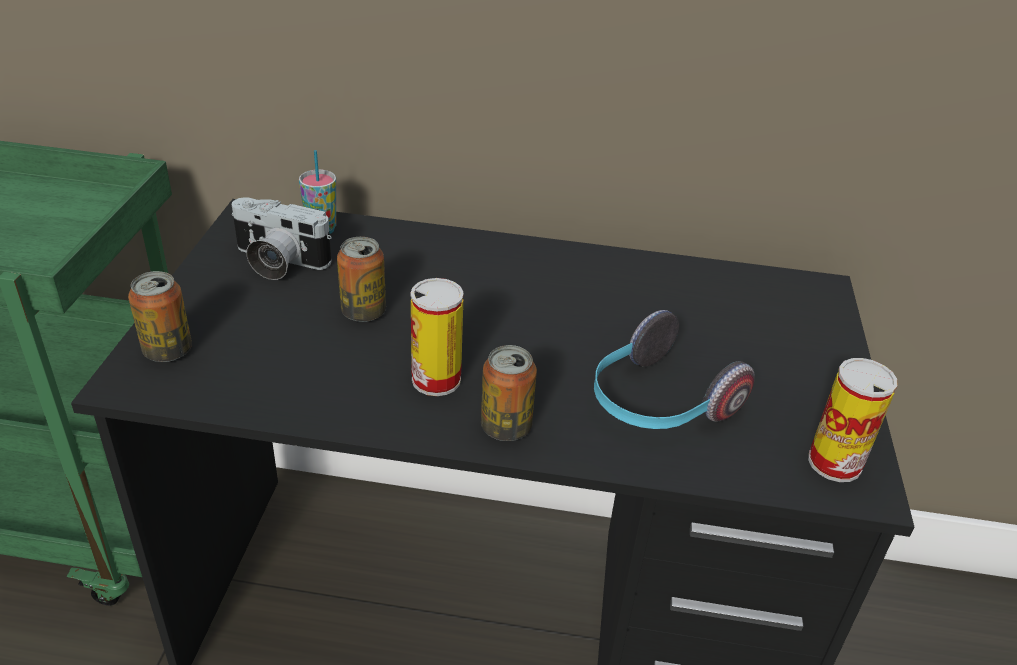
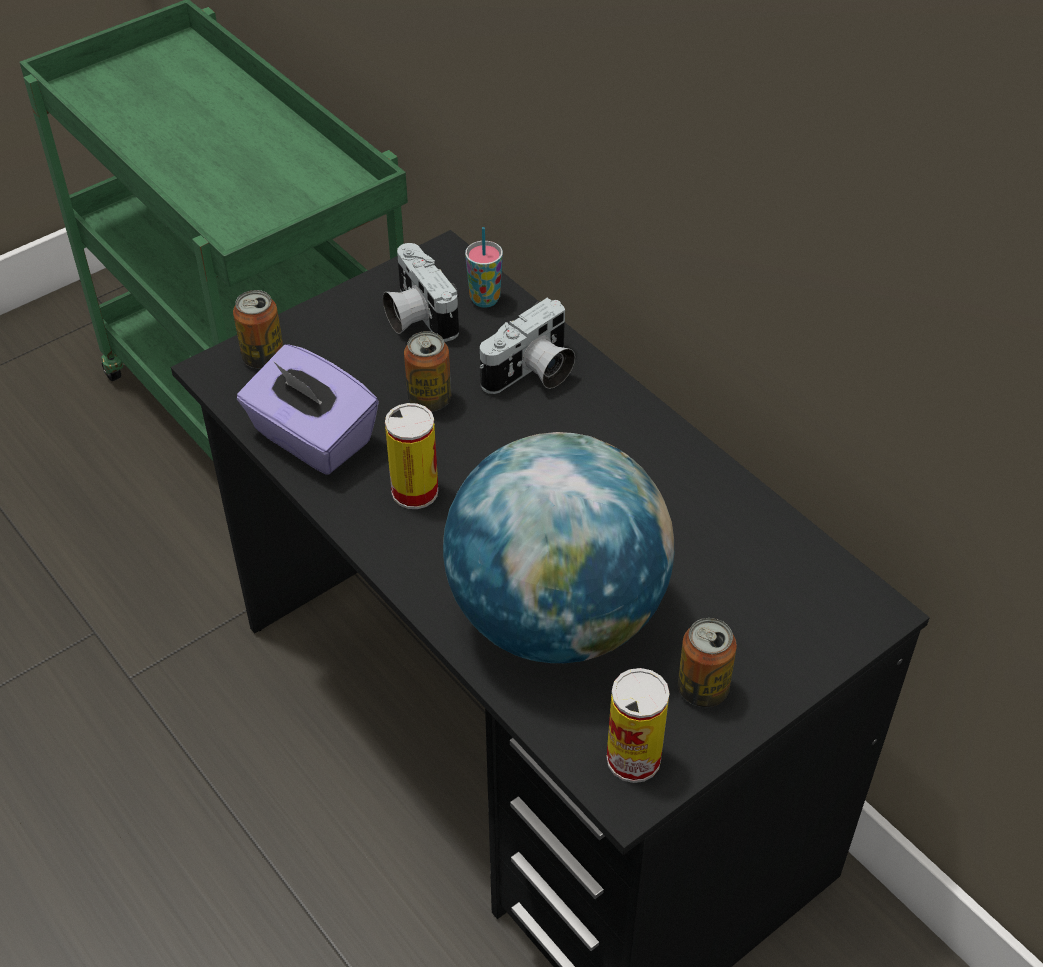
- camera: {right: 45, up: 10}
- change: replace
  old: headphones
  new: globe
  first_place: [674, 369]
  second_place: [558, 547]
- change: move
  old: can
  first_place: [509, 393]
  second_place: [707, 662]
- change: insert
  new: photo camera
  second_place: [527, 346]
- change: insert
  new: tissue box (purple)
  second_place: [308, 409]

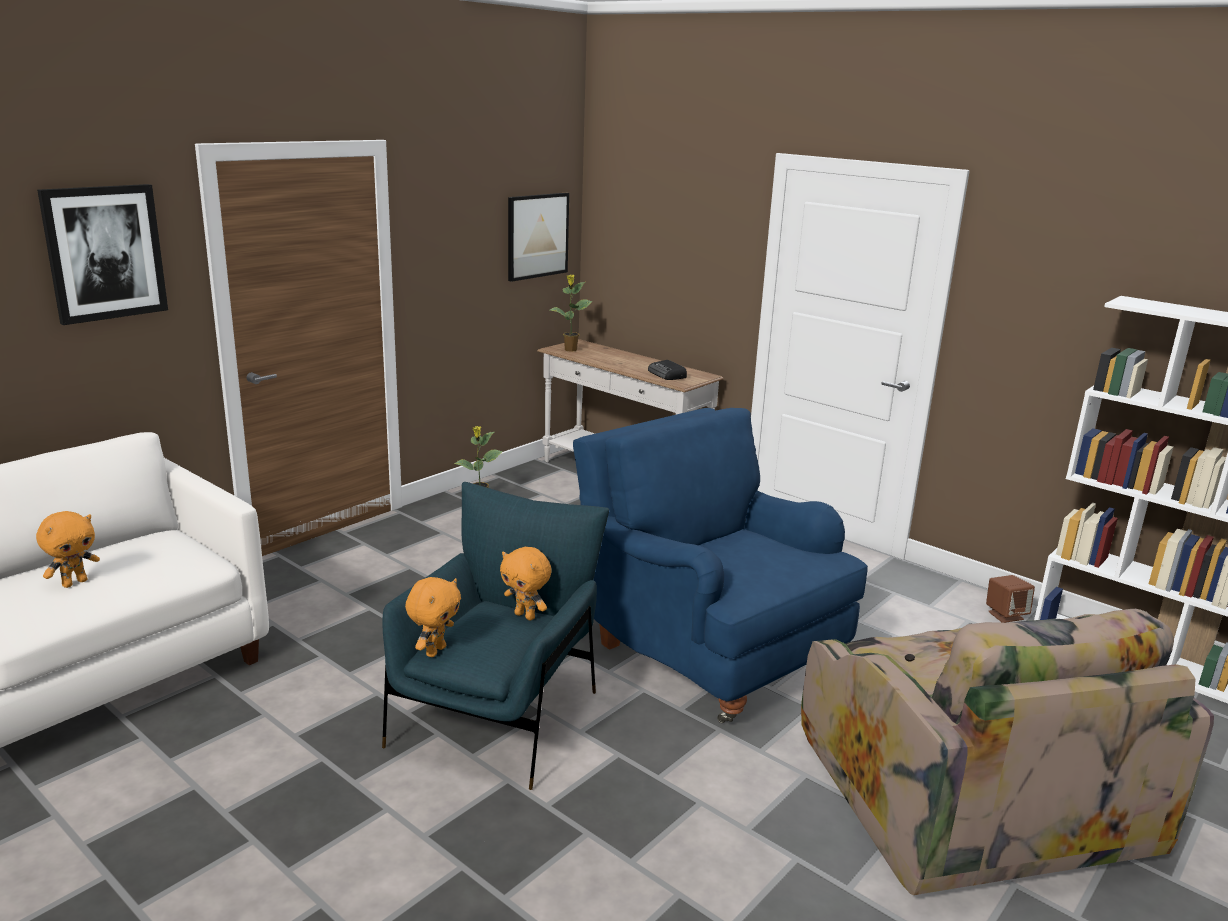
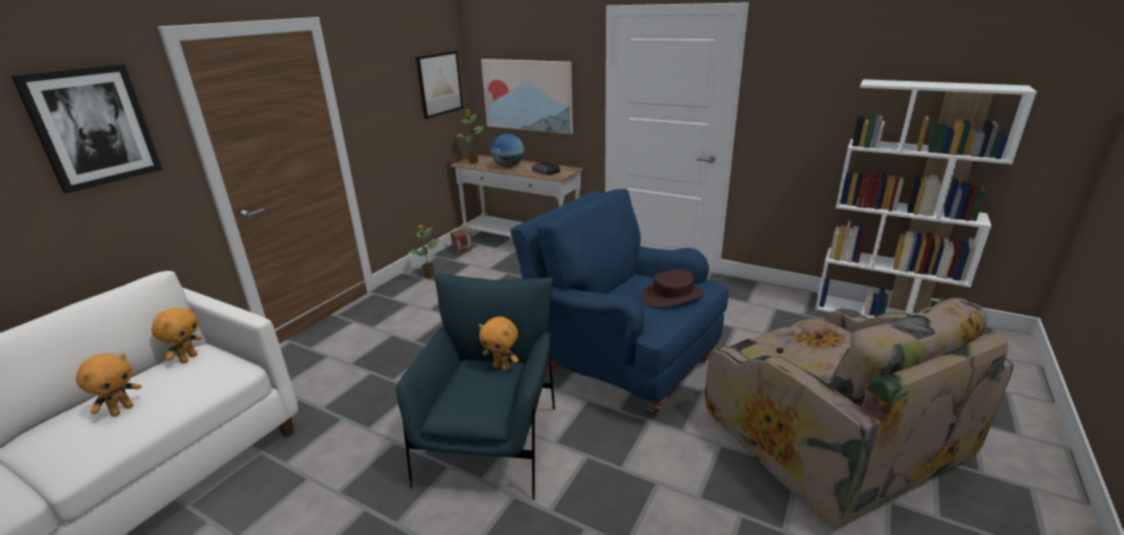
- camera: {right: -10, up: 5}
- change: move
  old: speaker (brown)
  first_place: [1010, 599]
  second_place: [461, 241]
- change: move
  old: plush toy (orange)
  first_place: [433, 617]
  second_place: [176, 335]
- change: insert
  new: picture
  second_place: [527, 96]
- change: insert
  new: globe
  second_place: [507, 150]
- change: insert
  new: hat (brown)
  second_place: [672, 288]

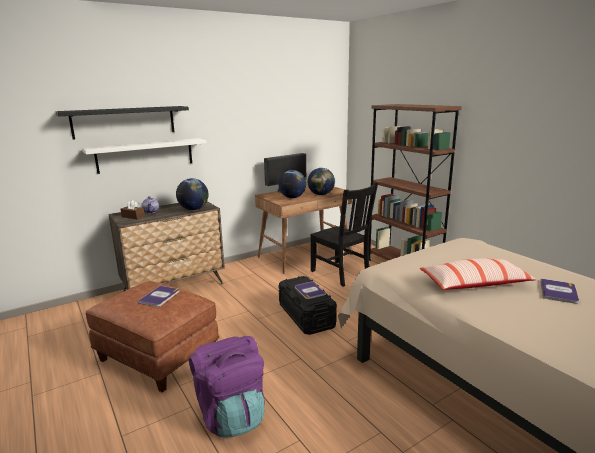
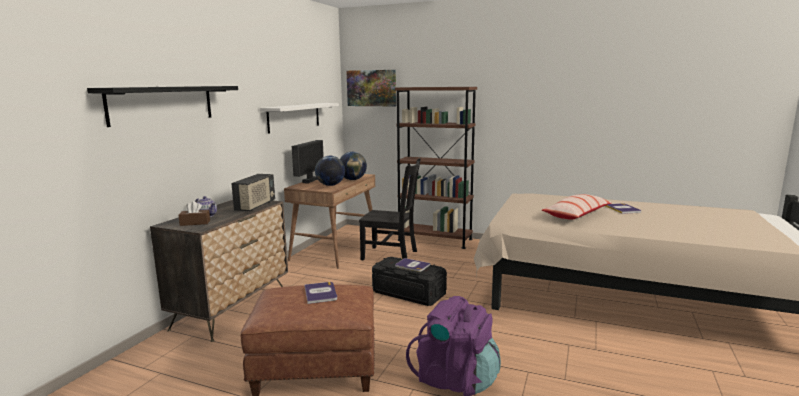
- camera: {right: -35, up: -5}
- change: move
  old: shelf (white)
  first_place: [144, 156]
  second_place: [299, 118]
- change: replace
  old: globe
  new: radio
  first_place: [192, 194]
  second_place: [253, 192]
- change: insert
  new: picture
  second_place: [371, 88]

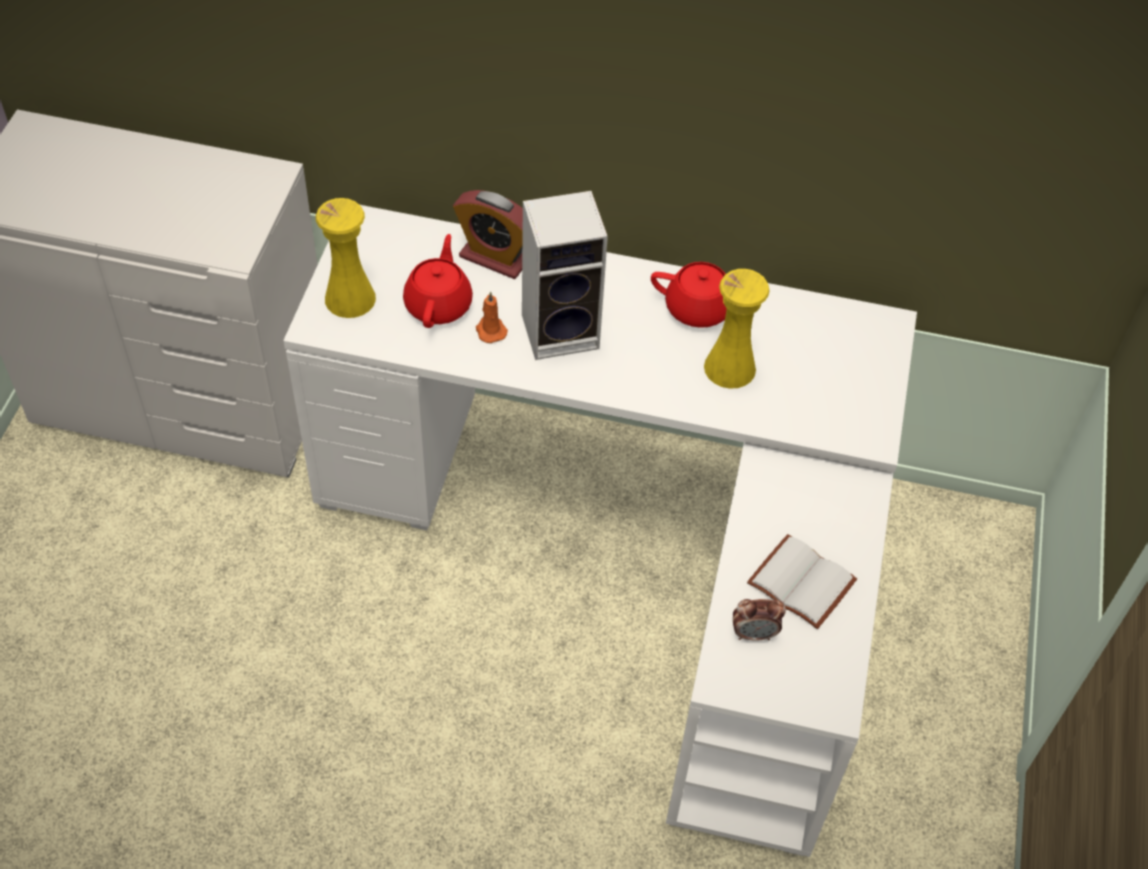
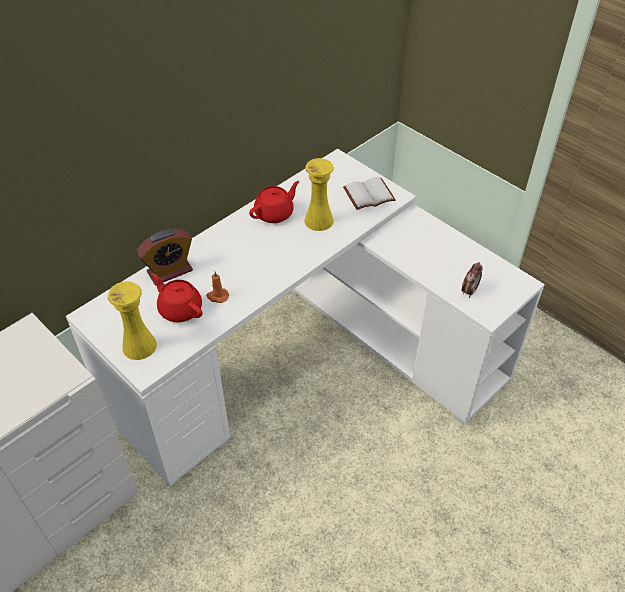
- camera: {right: -55, up: -5}
- change: delete
  old: speaker
  first_place: [565, 275]
- change: move
  old: book (white)
  first_place: [802, 581]
  second_place: [369, 193]

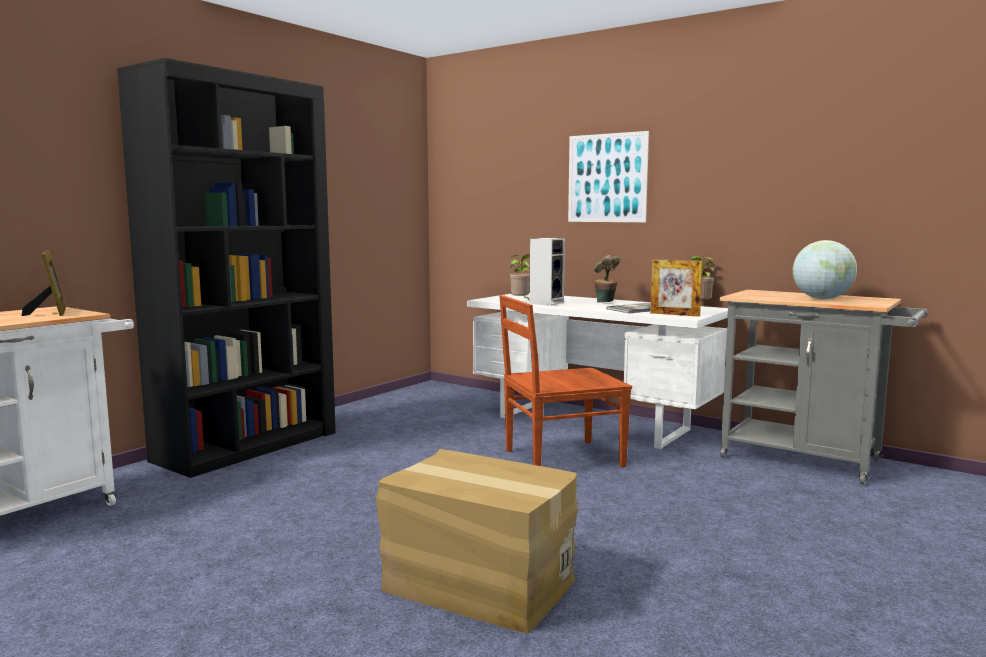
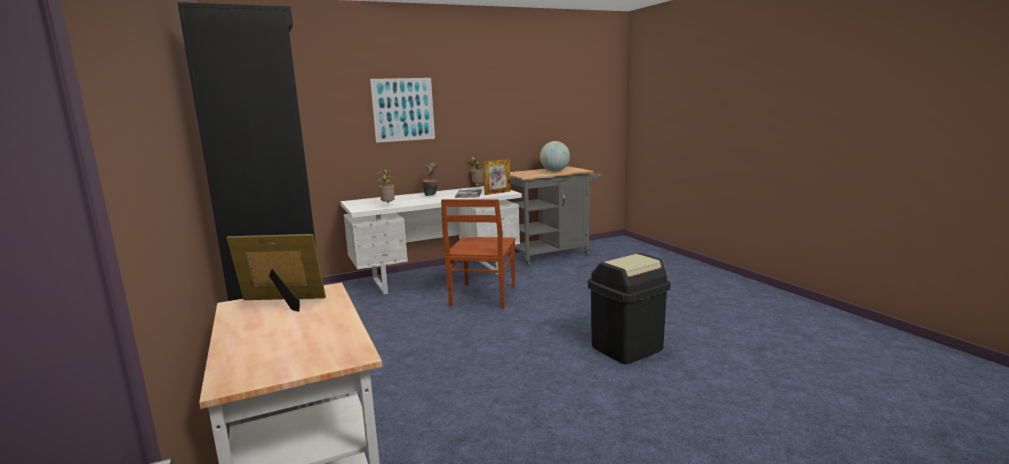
- camera: {right: -60, up: 5}
- change: delete
  old: speaker
  first_place: [547, 272]
- change: replace
  old: cardboard box
  new: trash can (black)
  first_place: [477, 541]
  second_place: [629, 308]

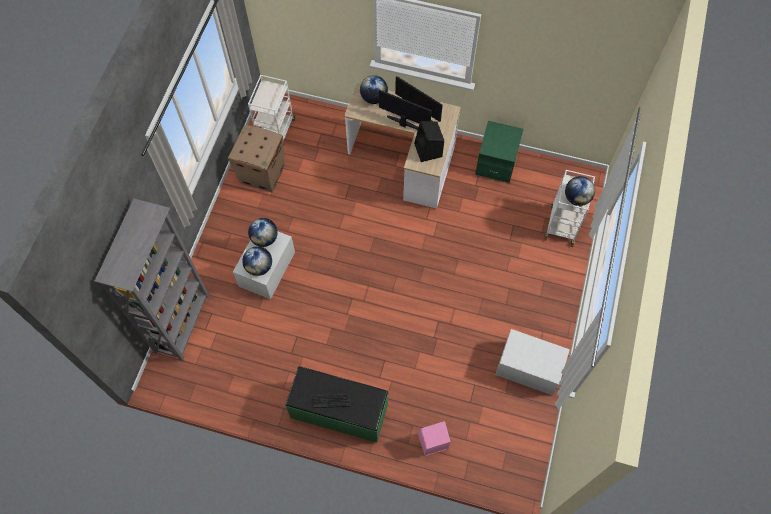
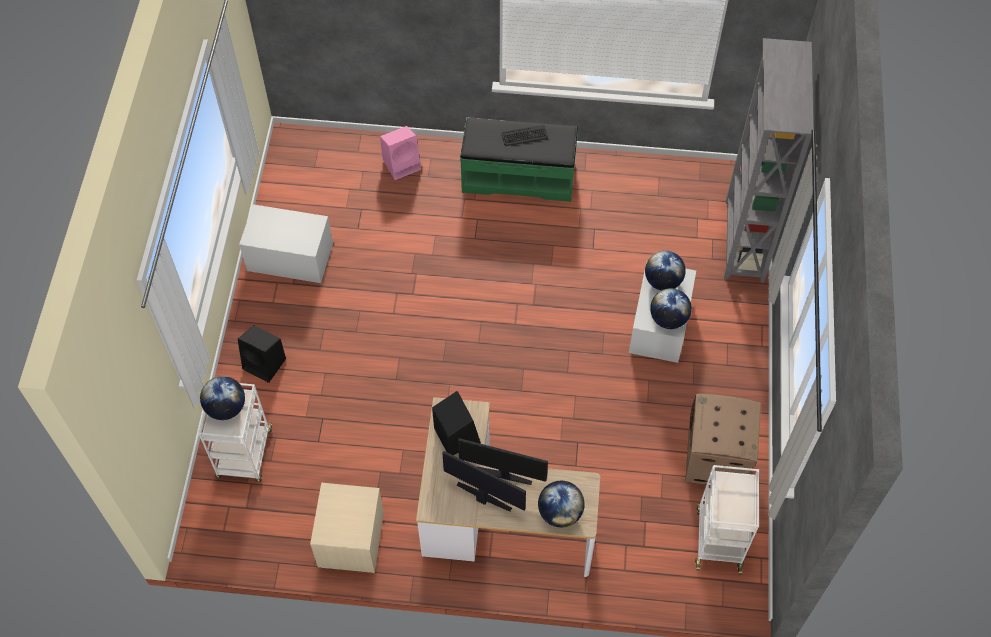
- camera: {right: 170, up: -5}
- change: recolor
  old: nightstand (green)
  new: nightstand (beige)
  first_place: [499, 152]
  second_place: [347, 528]
- change: insert
  new: speaker (black)
  second_place: [262, 354]

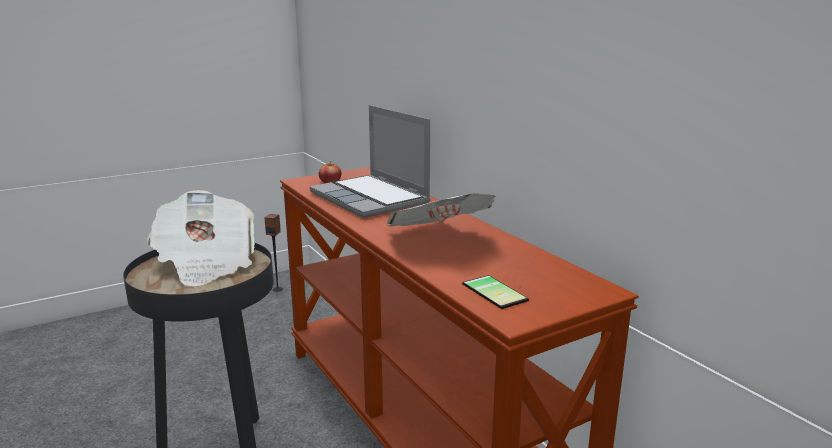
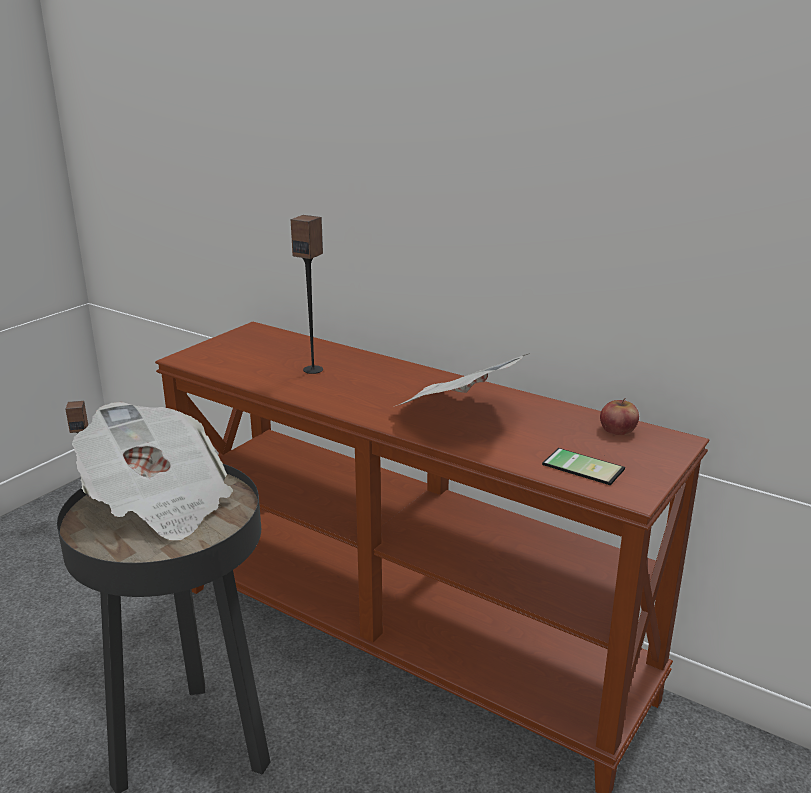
- camera: {right: -25, up: 5}
- change: replace
  old: laptop
  new: speaker
  first_place: [369, 161]
  second_place: [307, 294]
- change: move
  old: apple
  first_place: [330, 172]
  second_place: [619, 416]

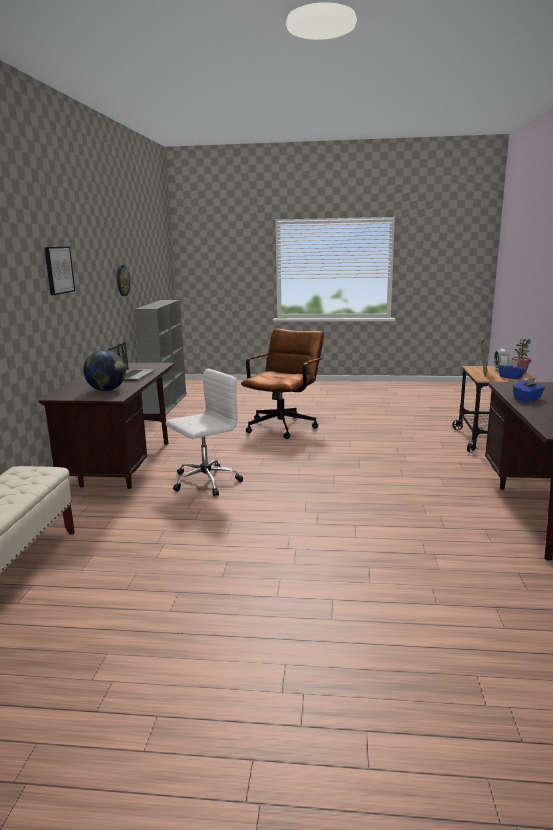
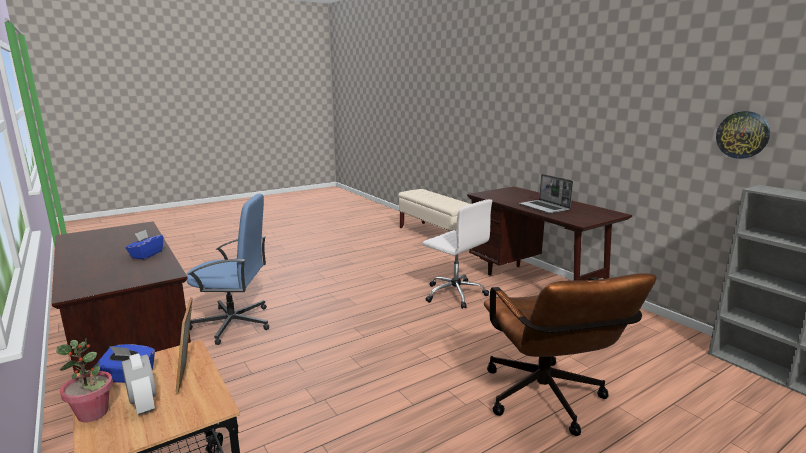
- camera: {right: 140, up: 0}
- change: delete
  old: picture
  first_place: [59, 270]
- change: delete
  old: globe
  first_place: [104, 370]
- change: rotate
  old: office chair (white)
  first_place: [204, 432]
  second_place: [457, 254]
  degrees: -60
- change: insert
  new: office chair (blue)
  second_place: [227, 269]

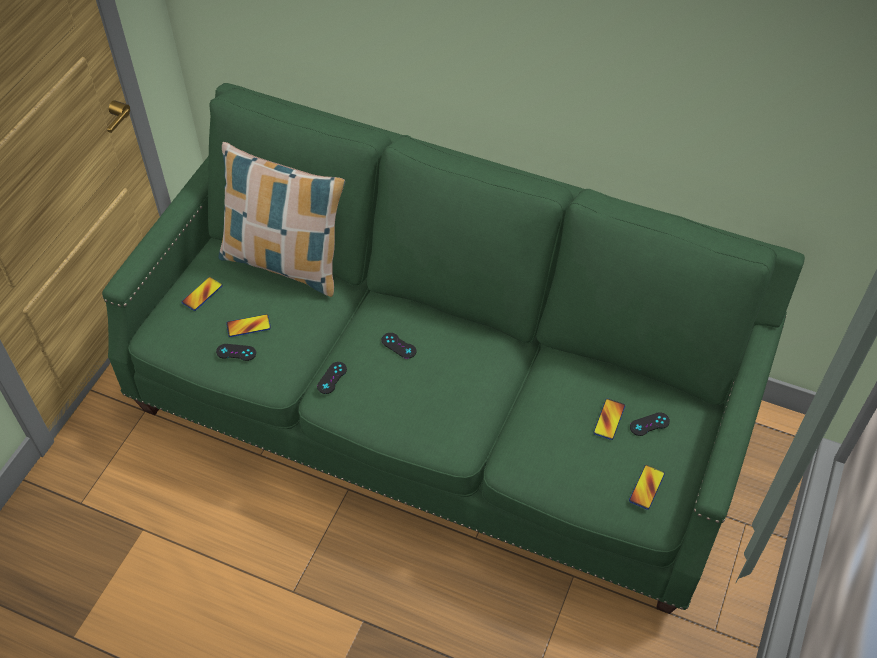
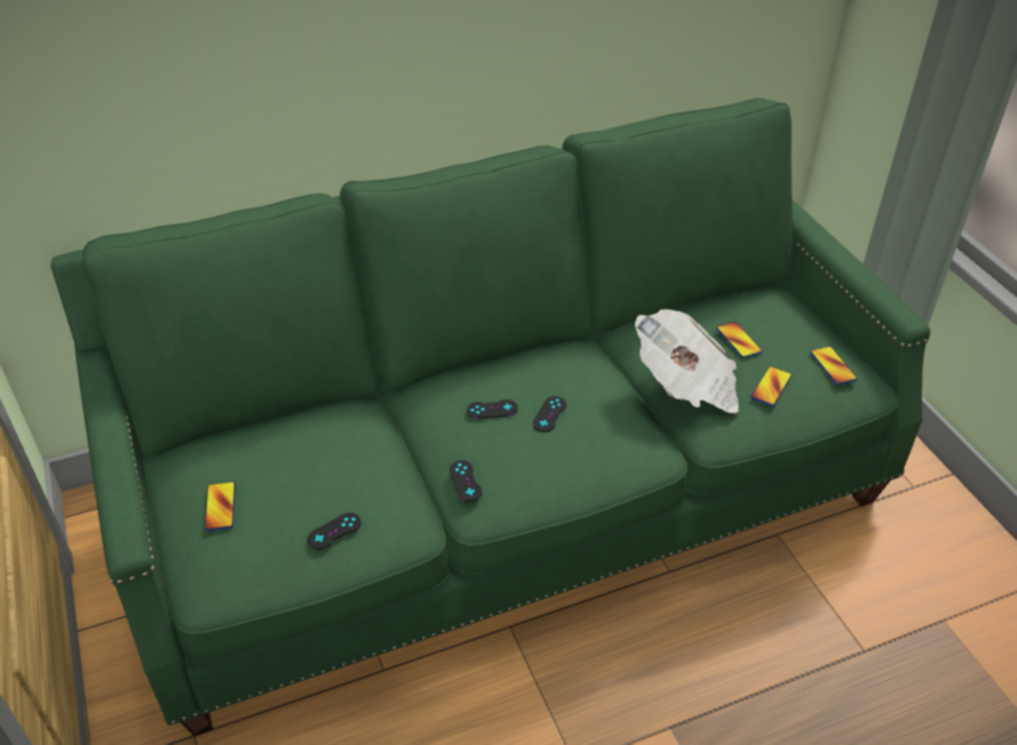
- camera: {right: -45, up: -10}
- change: delete
  old: pillow
  first_place: [281, 219]
- change: move
  old: phone
  first_place: [248, 325]
  second_place: [771, 386]
- change: move
  old: game controller (black)
  first_place: [650, 424]
  second_place: [550, 414]
- change: insert
  new: newspaper
  second_place: [687, 361]

